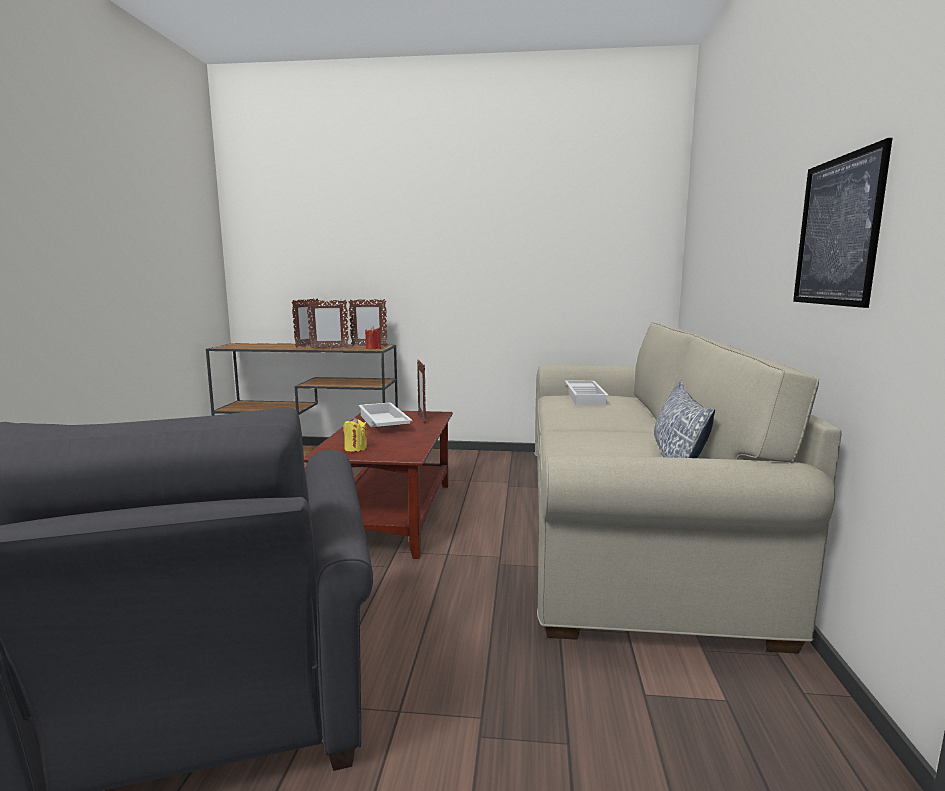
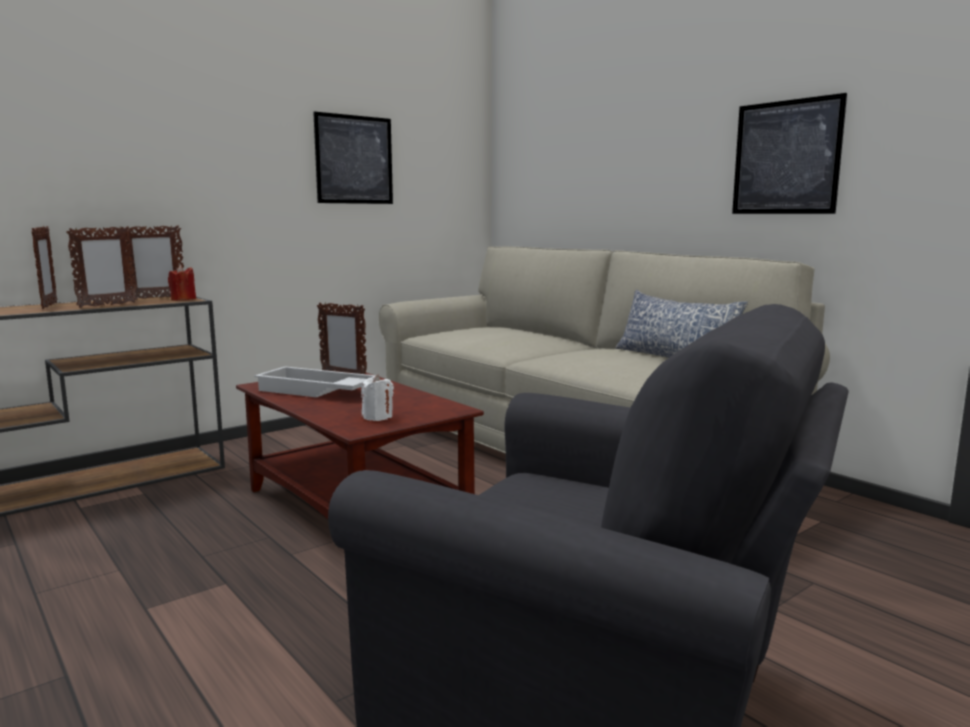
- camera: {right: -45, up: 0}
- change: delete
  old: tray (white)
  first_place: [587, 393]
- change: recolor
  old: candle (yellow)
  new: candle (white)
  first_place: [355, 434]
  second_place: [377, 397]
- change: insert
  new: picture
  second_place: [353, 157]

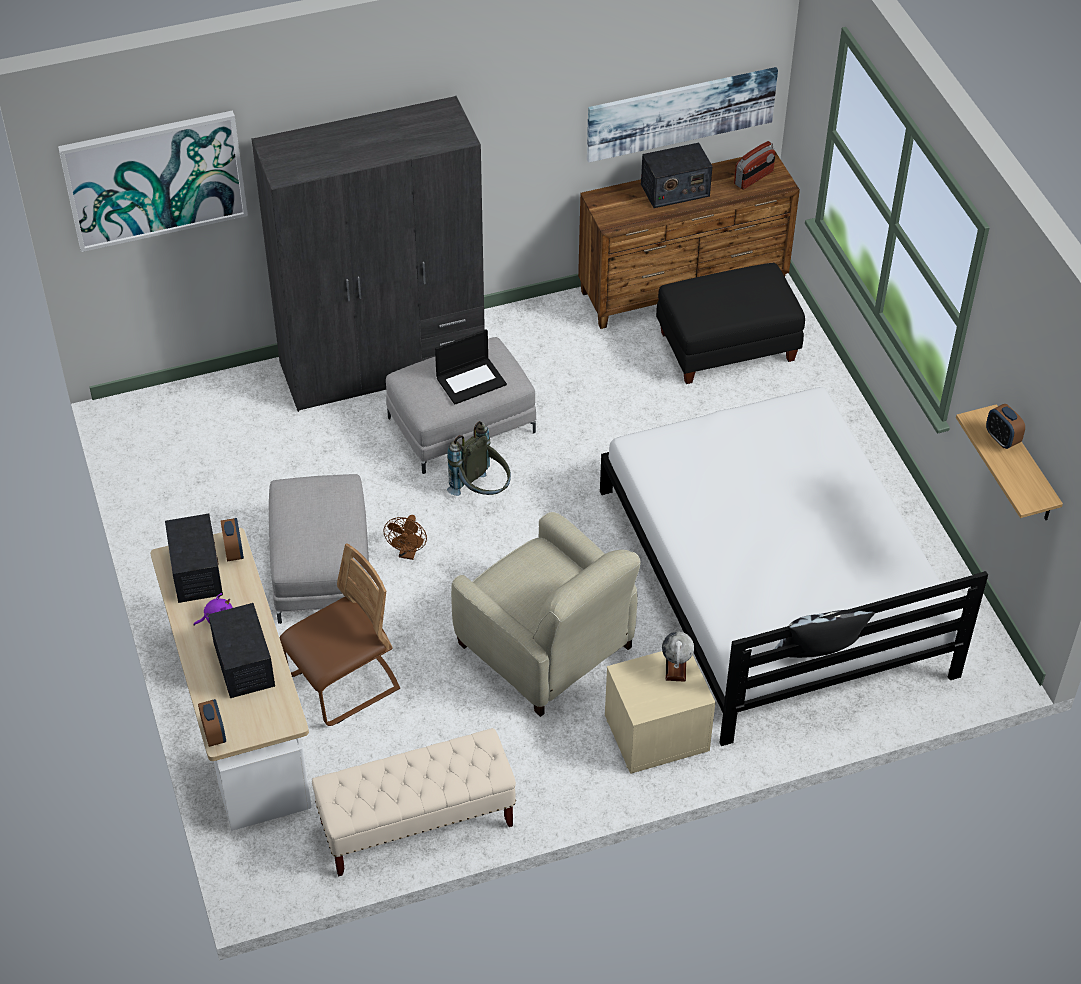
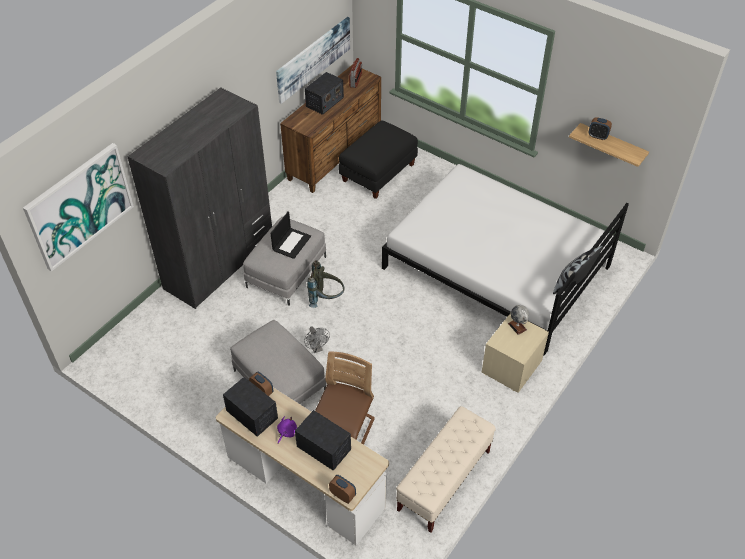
- camera: {right: -35, up: 0}
- change: delete
  old: armchair (beige)
  first_place: [545, 614]
- change: recolor
  old: fan (brown)
  new: fan (grey)
  first_place: [405, 537]
  second_place: [317, 340]

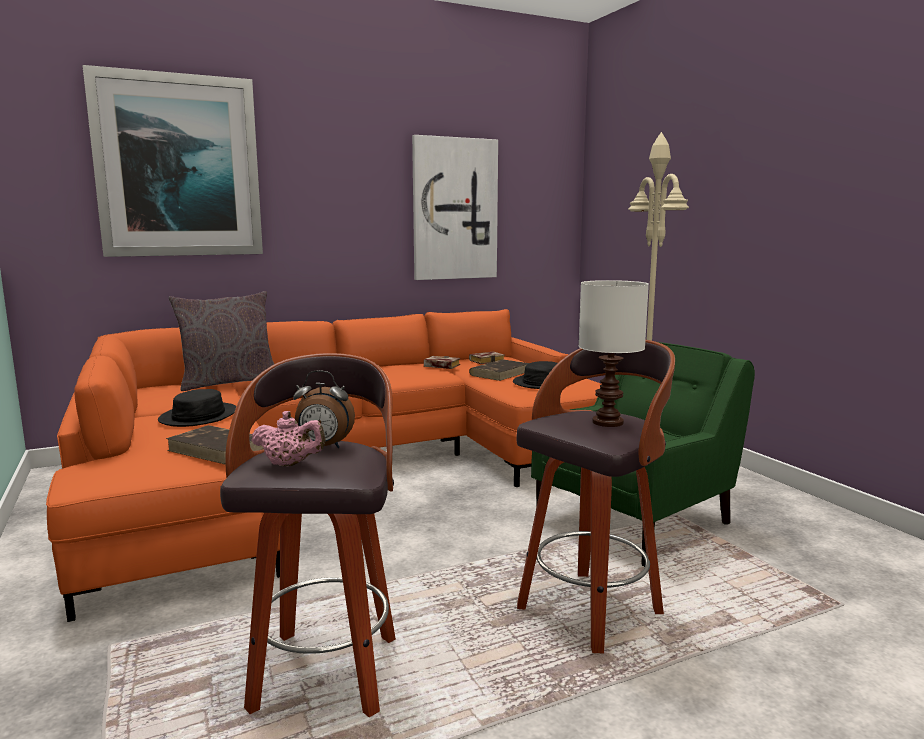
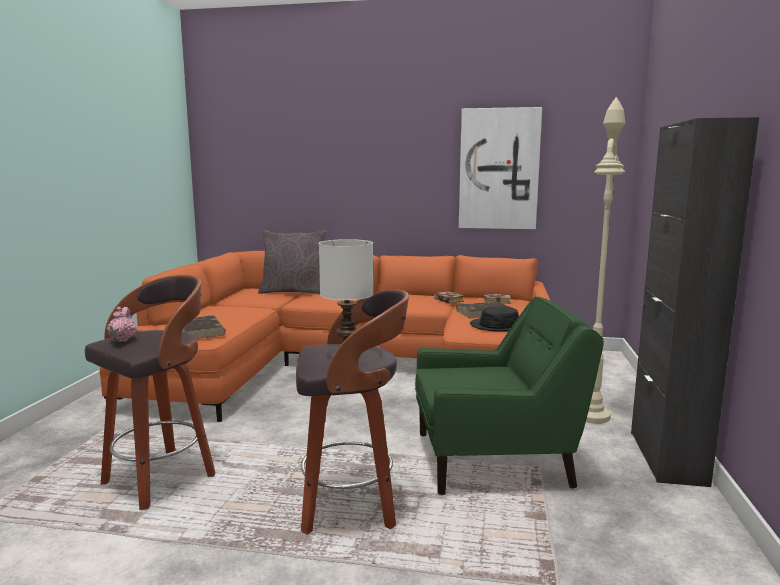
- camera: {right: 35, up: 0}
- change: delete
  old: picture
  first_place: [172, 161]
- change: delete
  old: alarm clock
  first_place: [324, 409]
- change: delete
  old: hat (black)
  first_place: [197, 408]
- change: rotate
  old: teapot (pink)
  first_place: [288, 438]
  second_place: [122, 324]
  degrees: -150
- change: insert
  new: cabinet (black)
  second_place: [695, 302]

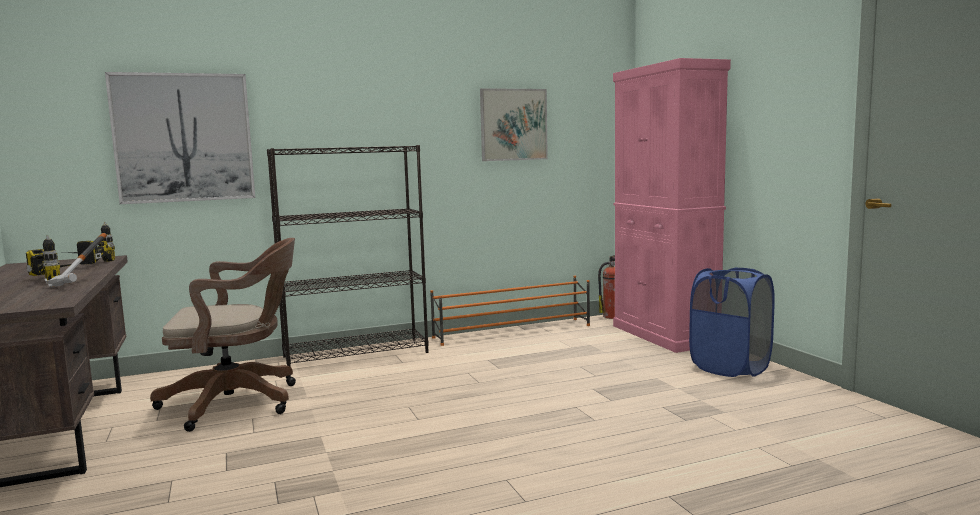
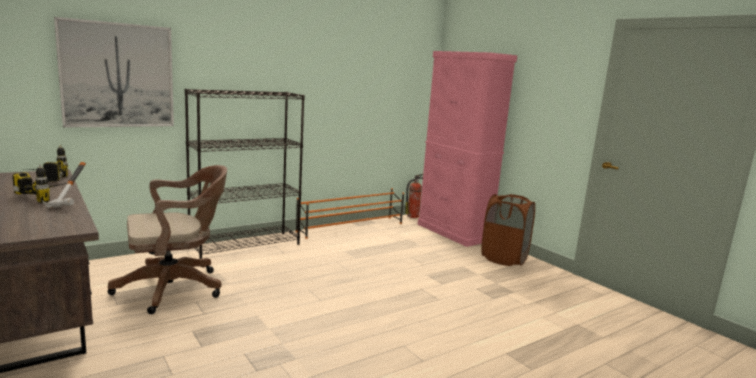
- camera: {right: -15, up: 5}
- change: delete
  old: picture
  first_place: [514, 124]
- change: recolor
  old: laundry basket (blue)
  new: laundry basket (brown)
  first_place: [732, 322]
  second_place: [508, 230]

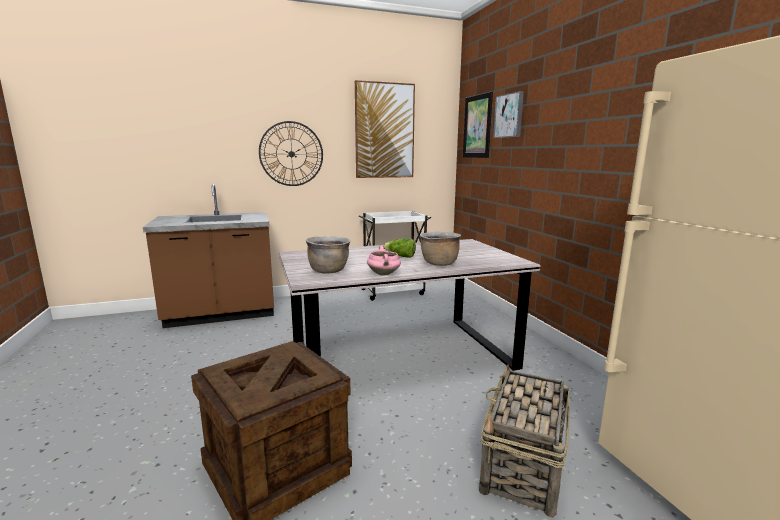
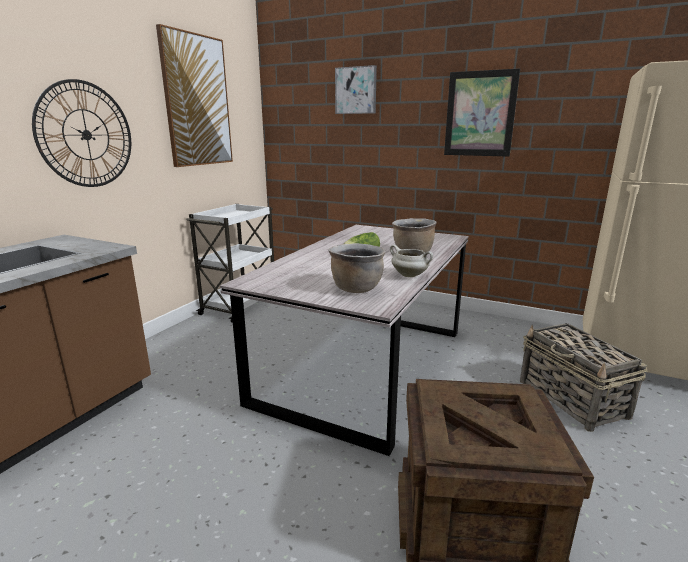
- camera: {right: -45, up: 5}
- change: move
  old: picture
  first_place: [478, 125]
  second_place: [482, 112]
- change: recolor
  old: cooking pot (pink)
  new: cooking pot (white)
  first_place: [384, 261]
  second_place: [411, 261]

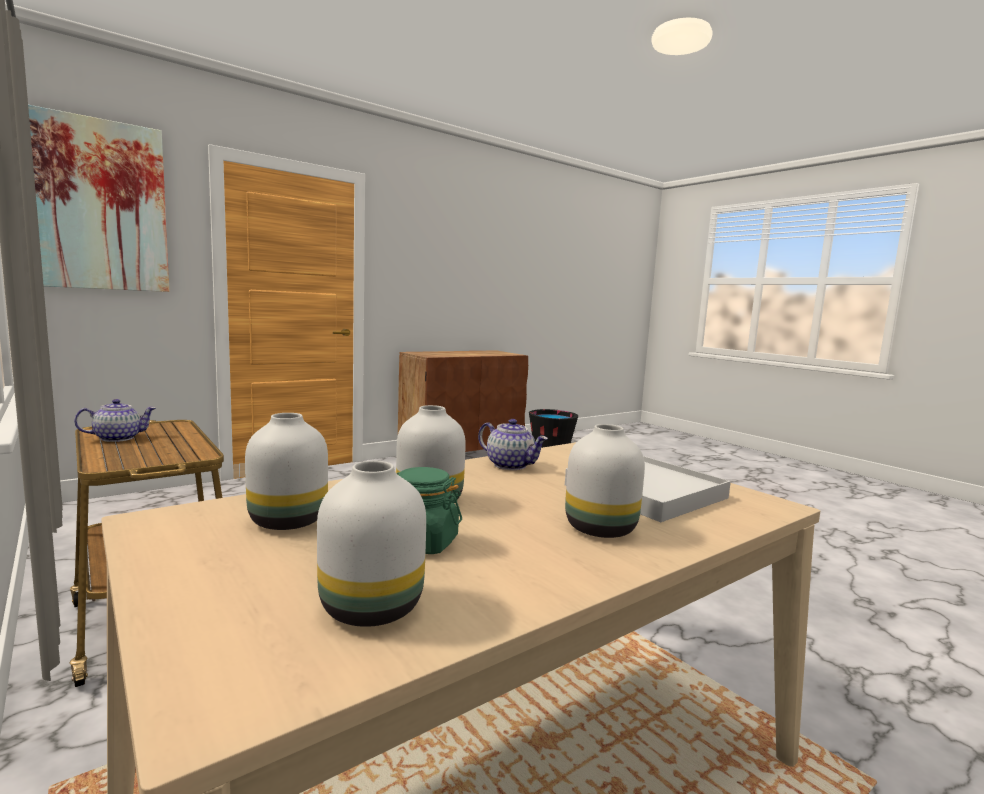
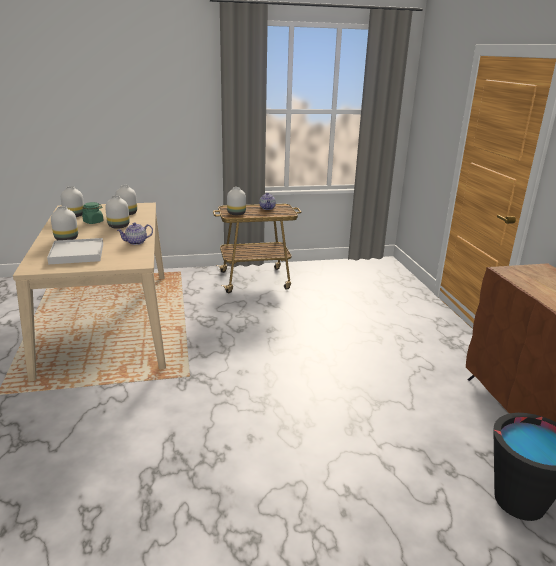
- camera: {right: 115, up: 15}
- change: delete
  old: picture
  first_place: [98, 198]
- change: insert
  new: vase (white)
  second_place: [236, 201]

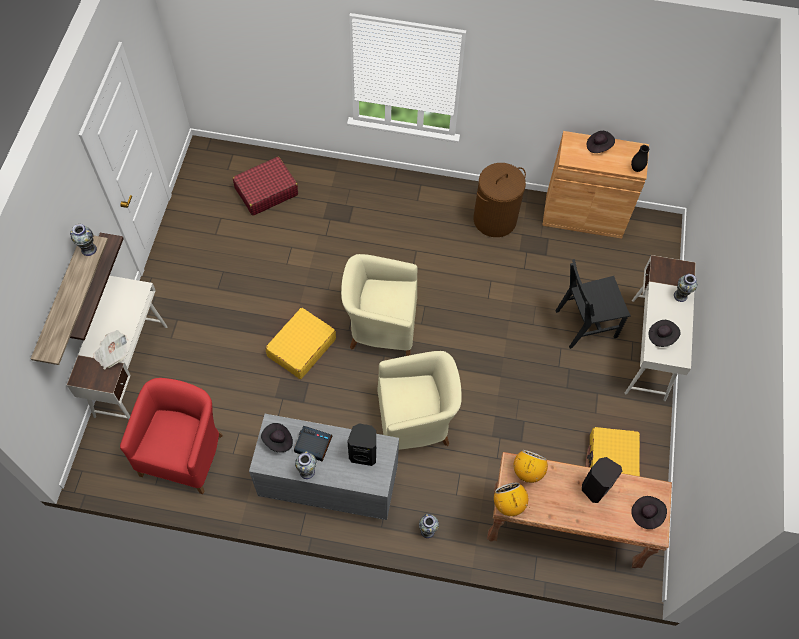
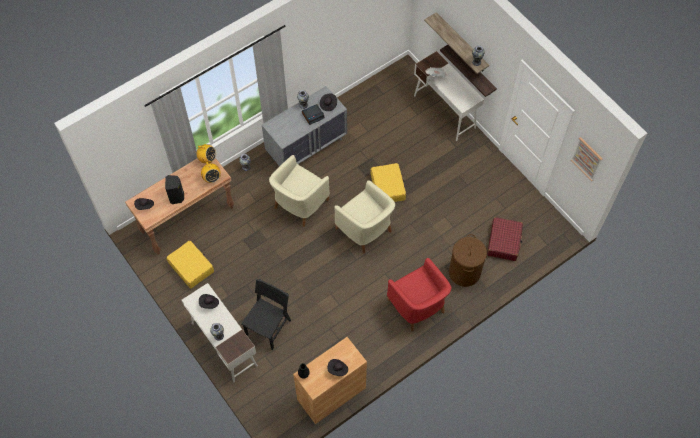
- camera: {right: 135, up: 0}
- change: move
  old: laundry basket (brown)
  first_place: [500, 200]
  second_place: [468, 260]
- change: rotate
  old: armchair (beige)
  first_place: [379, 305]
  second_place: [364, 217]
  degrees: 90
- change: move
  old: armchair (red)
  first_place: [171, 436]
  second_place: [419, 294]
- change: delete
  old: speaker (black)
  first_place: [361, 445]
- change: insert
  new: picture
  second_place: [586, 159]

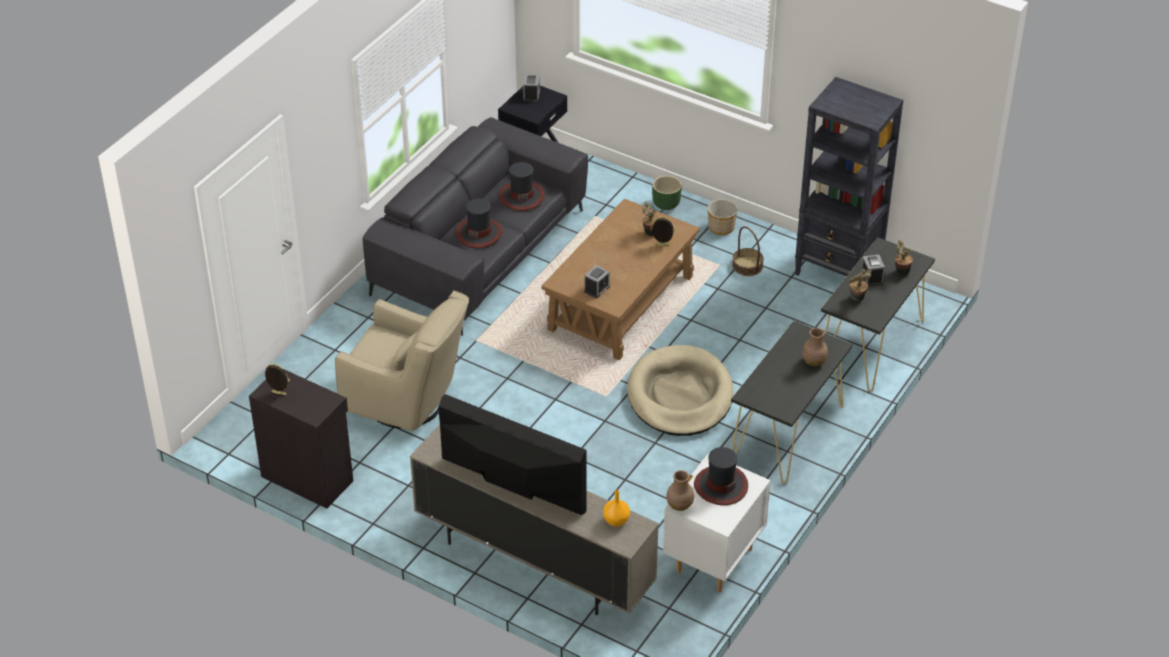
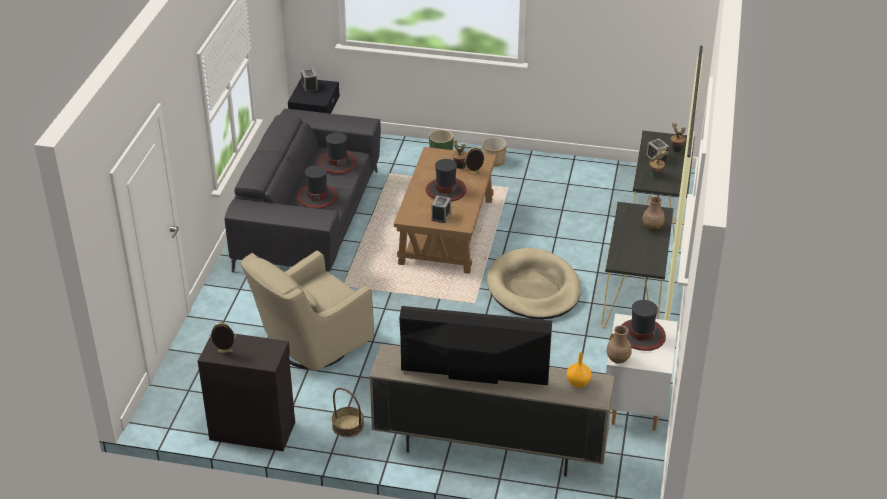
- camera: {right: -20, up: -5}
- change: delete
  old: bookcase (black)
  first_place: [849, 176]
- change: move
  old: basket
  first_place: [748, 251]
  second_place: [348, 412]
- change: rotate
  old: armchair (beige)
  first_place: [402, 360]
  second_place: [307, 310]
  degrees: 135
- change: insert
  new: hat
  second_place: [445, 180]

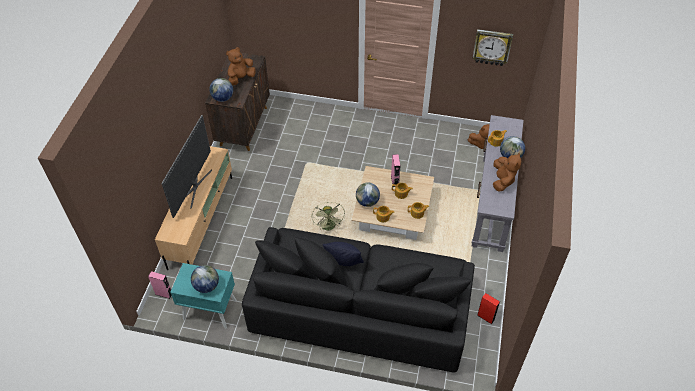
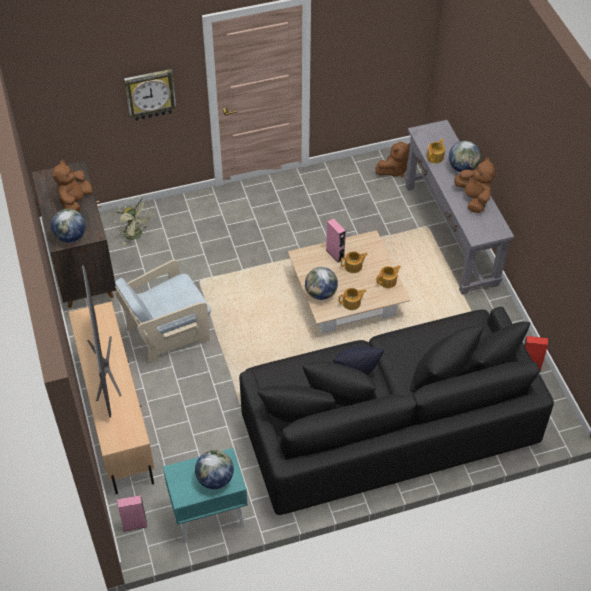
- camera: {right: -30, up: 0}
- change: move
  old: wall clock
  first_place: [492, 47]
  second_place: [150, 95]
- change: move
  old: fan (green)
  first_place: [328, 216]
  second_place: [134, 221]
- change: insert
  new: armchair (beige)
  second_place: [163, 311]

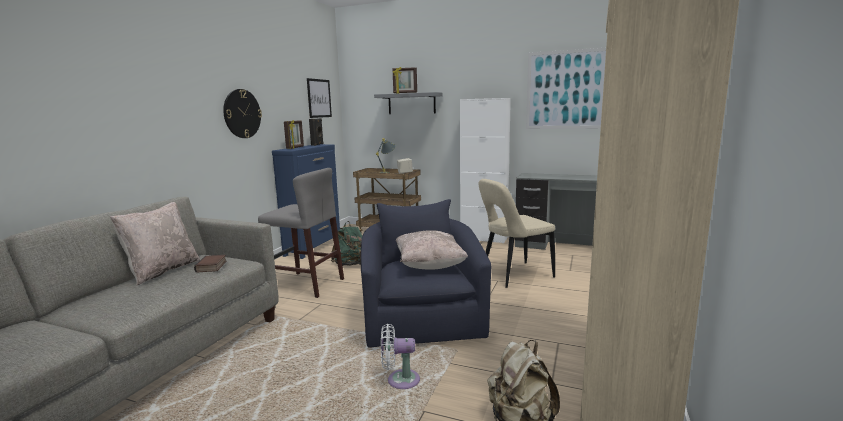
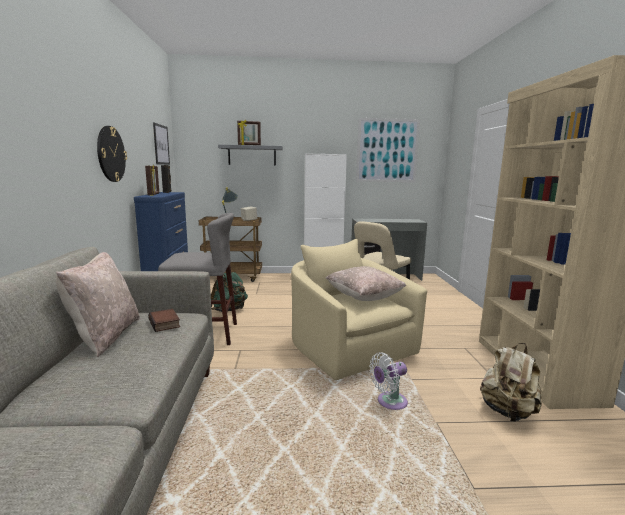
- camera: {right: -25, up: 0}
- change: recolor
  old: armchair (blue)
  new: armchair (beige)
  first_place: [426, 273]
  second_place: [359, 309]

